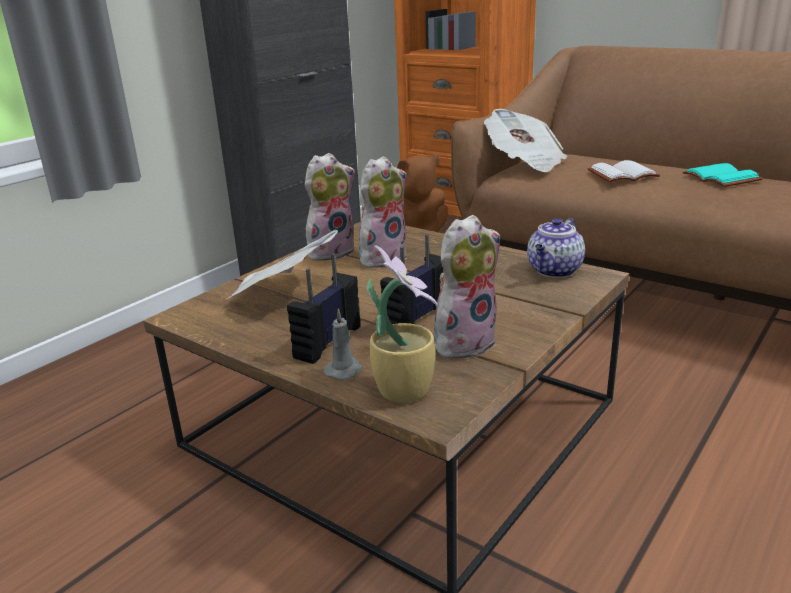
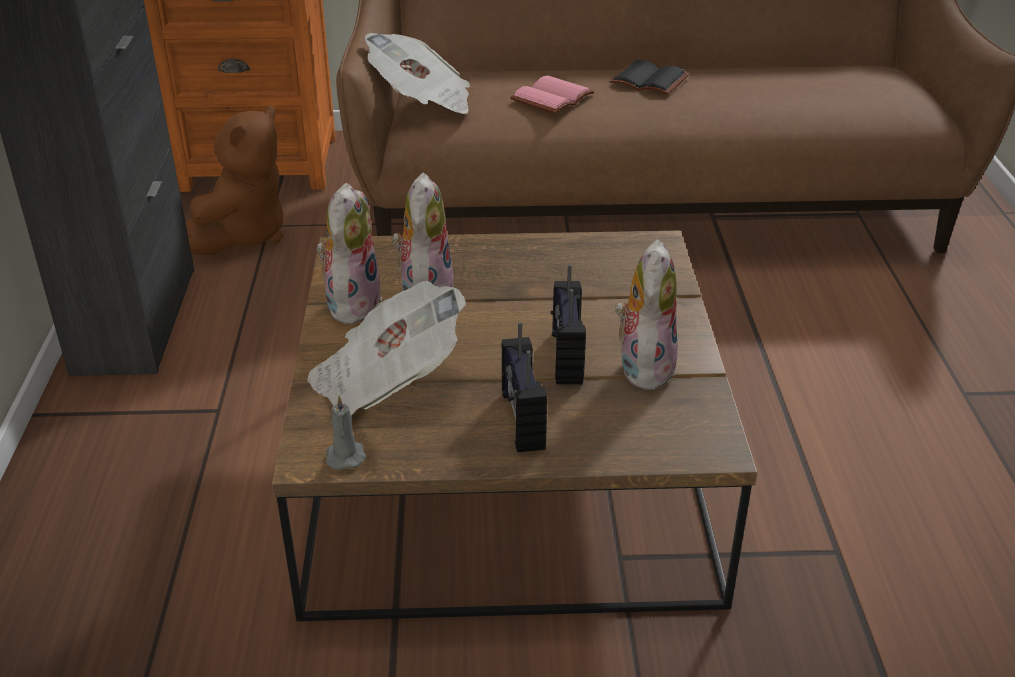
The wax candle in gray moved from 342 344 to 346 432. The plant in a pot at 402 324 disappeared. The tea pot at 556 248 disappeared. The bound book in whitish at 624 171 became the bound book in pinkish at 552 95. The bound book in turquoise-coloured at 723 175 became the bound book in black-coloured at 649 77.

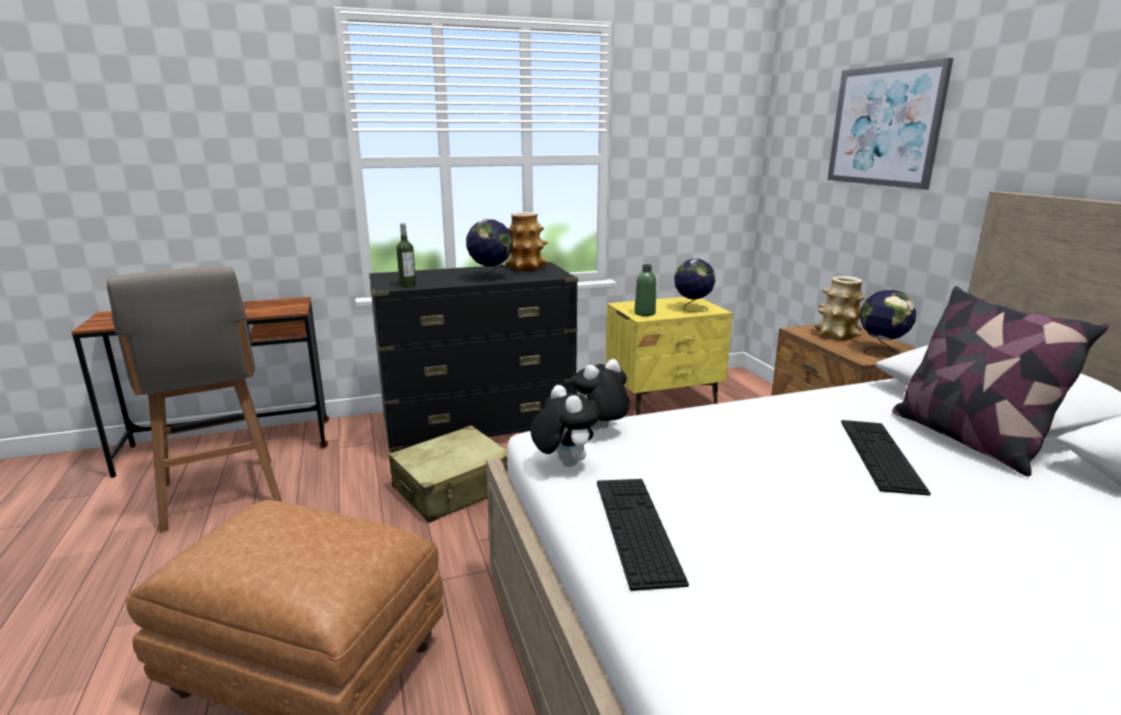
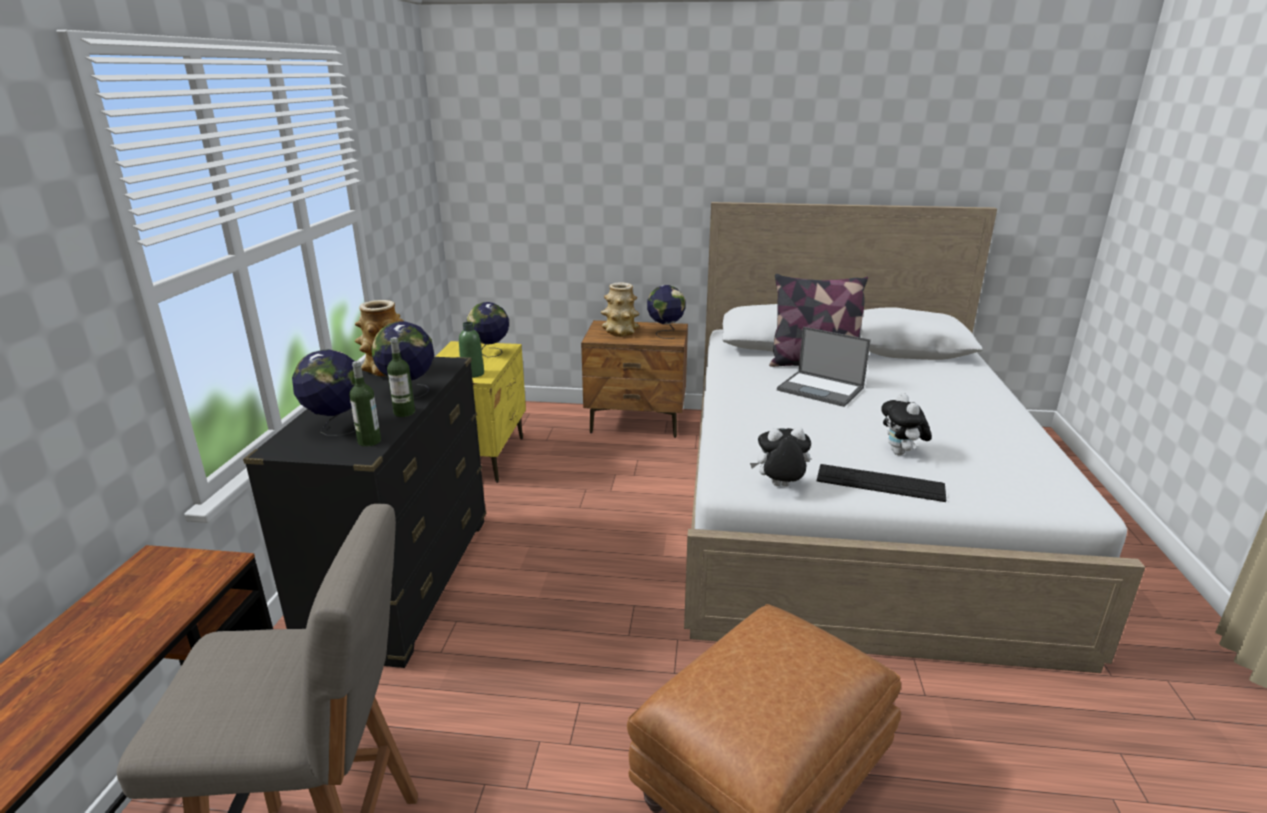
The travel case in beige at 448 474 disappeared. The cuddly toy moved from 600 394 to 906 424. The wall picture at 890 124 disappeared. The keyboard at 886 458 was replaced by the portable computer at 824 367. The world globe at 323 392 appeared. The beverage bottle at 401 377 appeared.

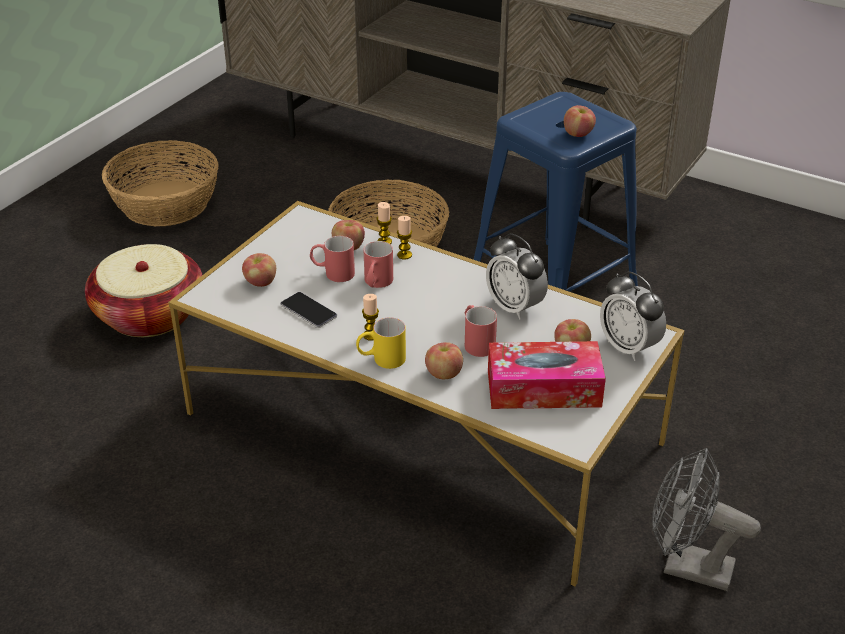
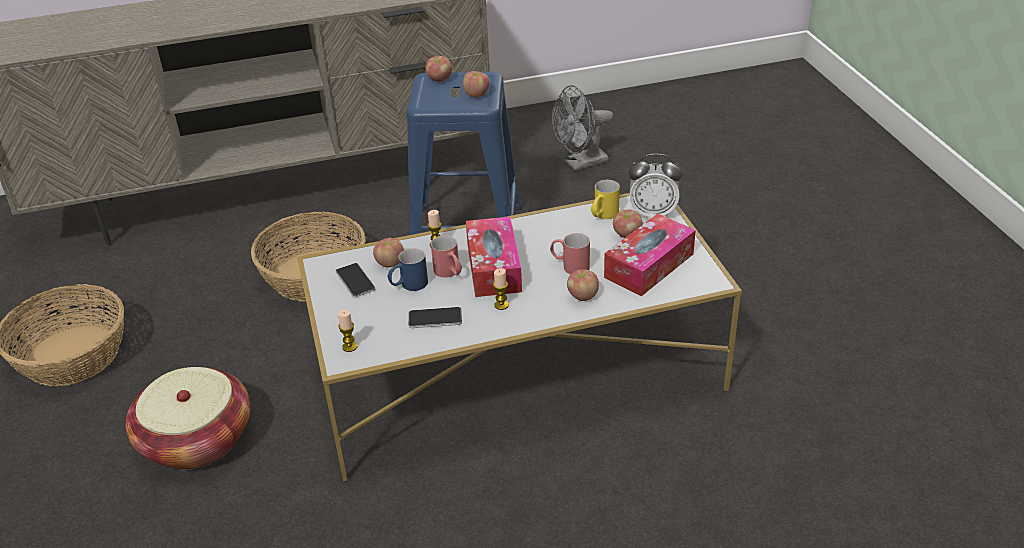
The apple moved from 259 270 to 438 69. The mug in red-coloured at 332 259 became the mug in blue at 408 269. The mug in yellow-coloured moved from 381 343 to 605 199. The wax candle moved from 384 223 to 348 331. The alarm clock at 517 276 disappeared. The electric fan in gray moved from 706 519 to 582 128. The phone at 355 280 appeared. The tissue box at 494 256 appeared.

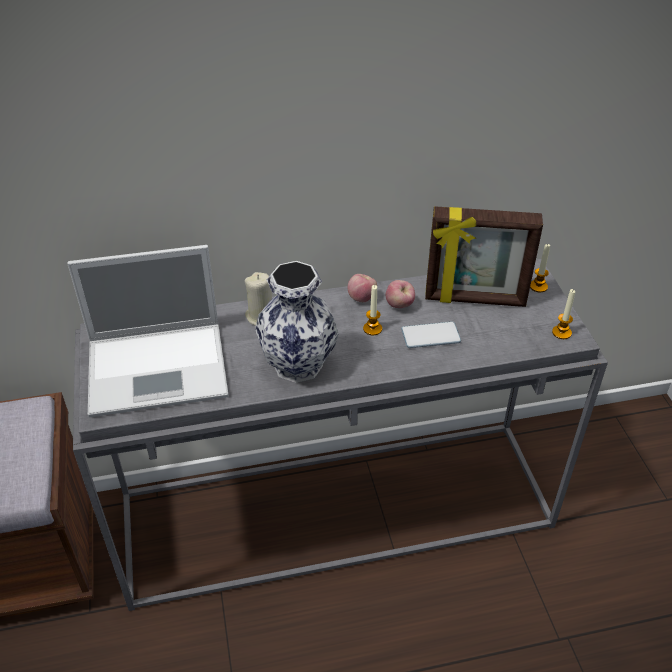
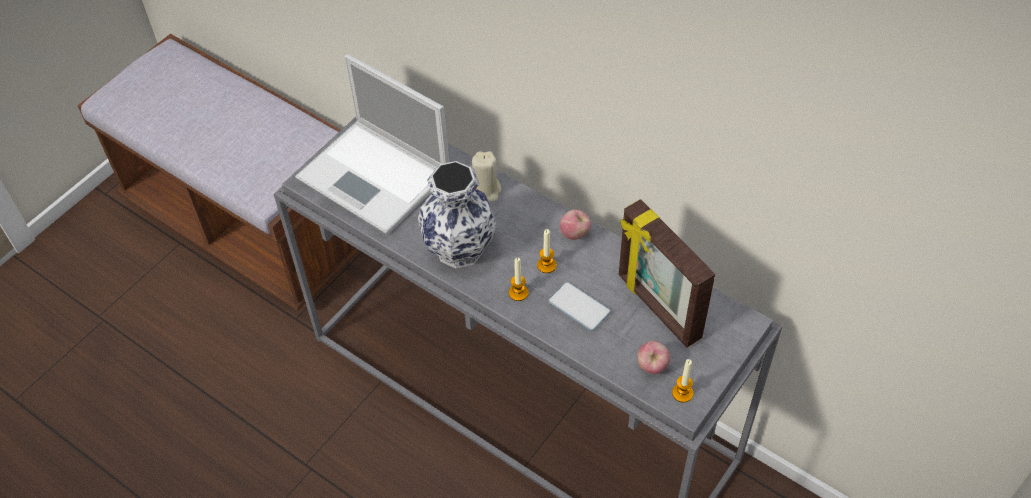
The apple moved from 400 294 to 653 357. The wax candle moved from 540 268 to 518 279.

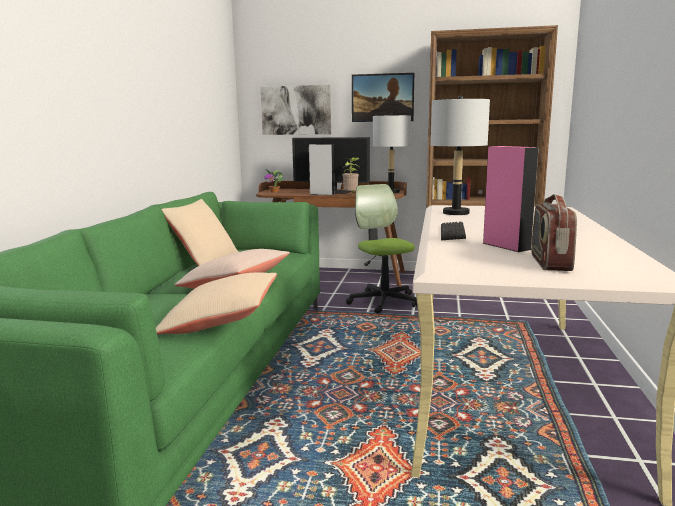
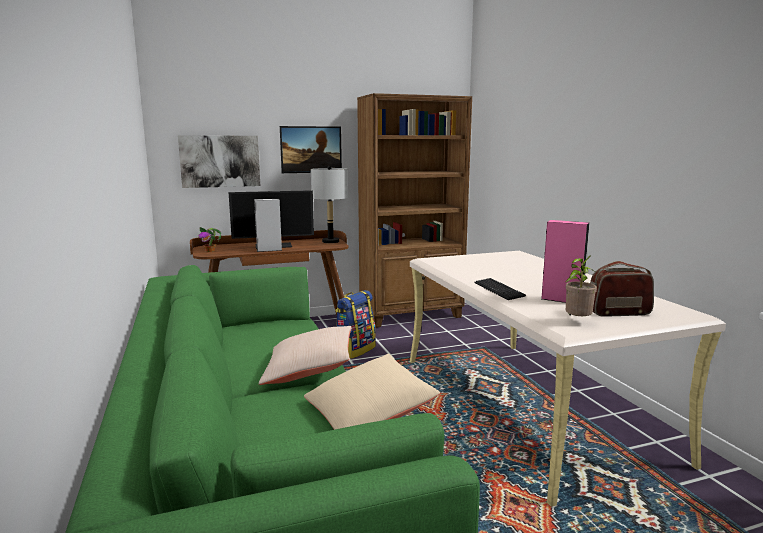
The cushion in beige at 200 232 disappeared. The plant in a pot moved from 350 175 to 581 285. The computer chair at 381 248 was replaced by the backpack at 355 324. The tabletop lamp in gray at 460 155 disappeared. The radio at 554 232 turned 105 degrees clockwise.

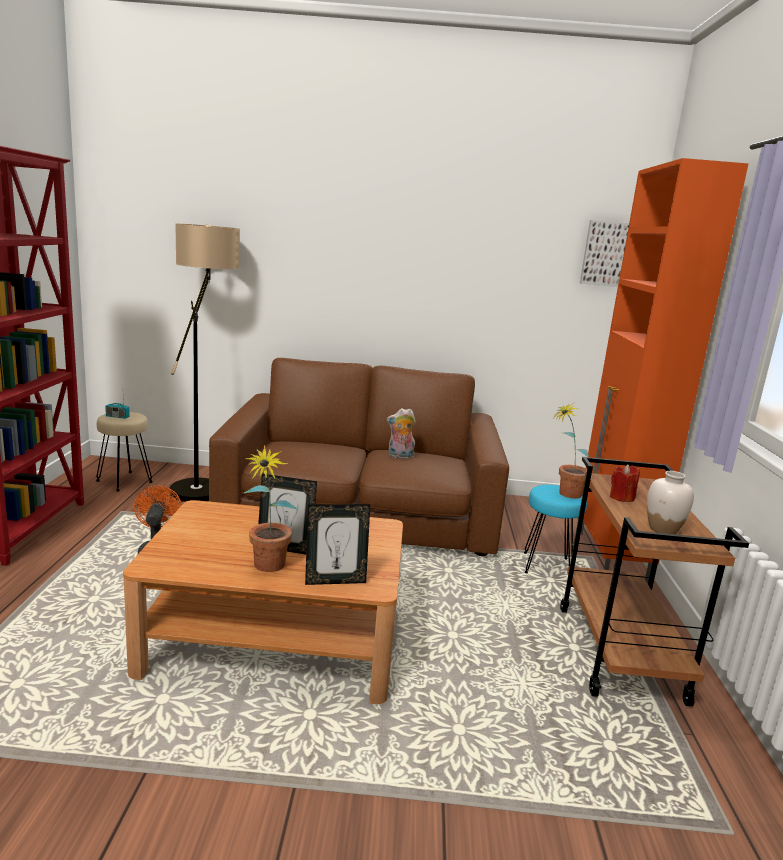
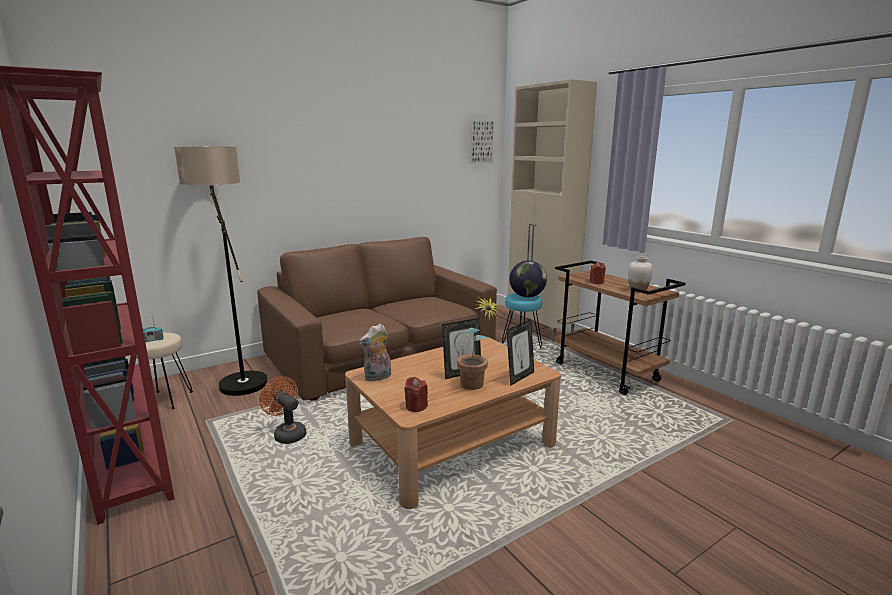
The cuddly toy moved from 401 433 to 375 352. The plant in a pot at 570 451 was replaced by the world globe at 528 279. The storage cabinet in orange at 664 371 became the storage cabinet in beige at 552 210. The wax candle in red-coloured at 416 394 appeared.

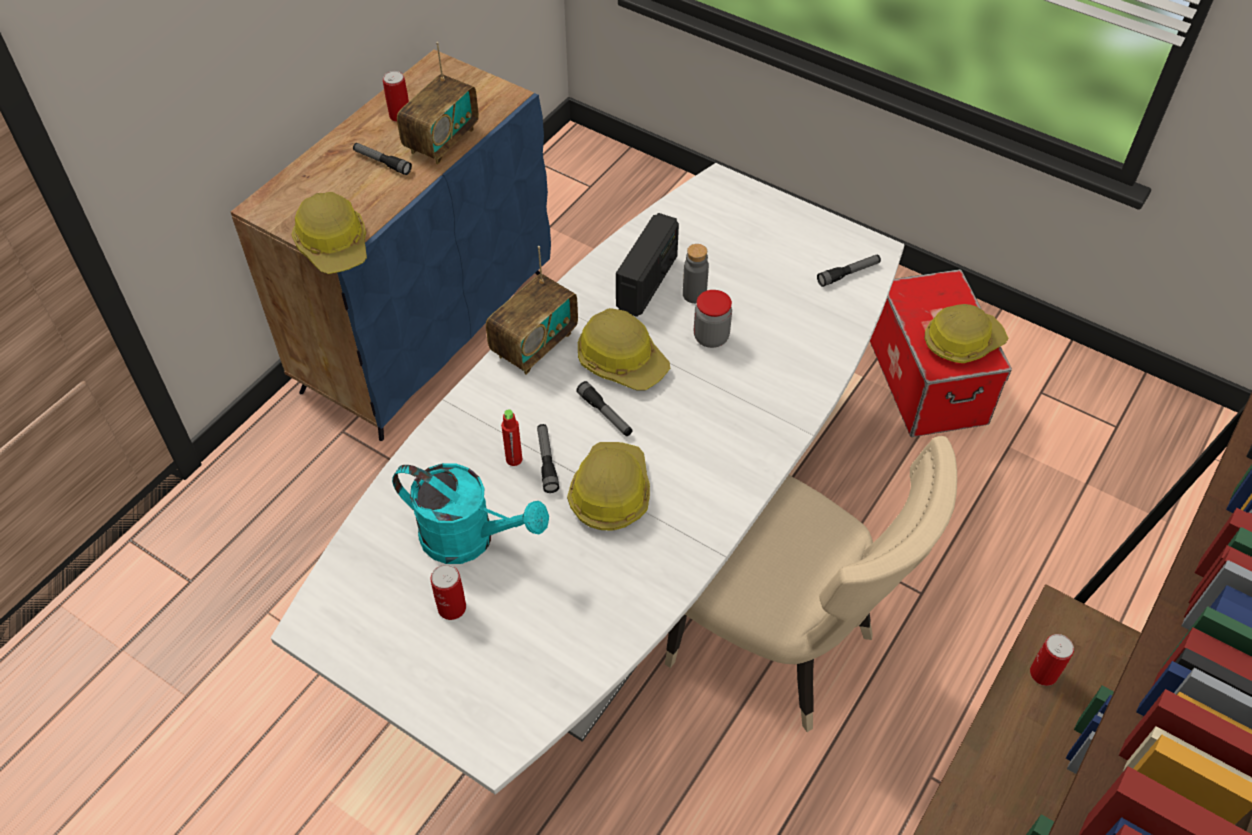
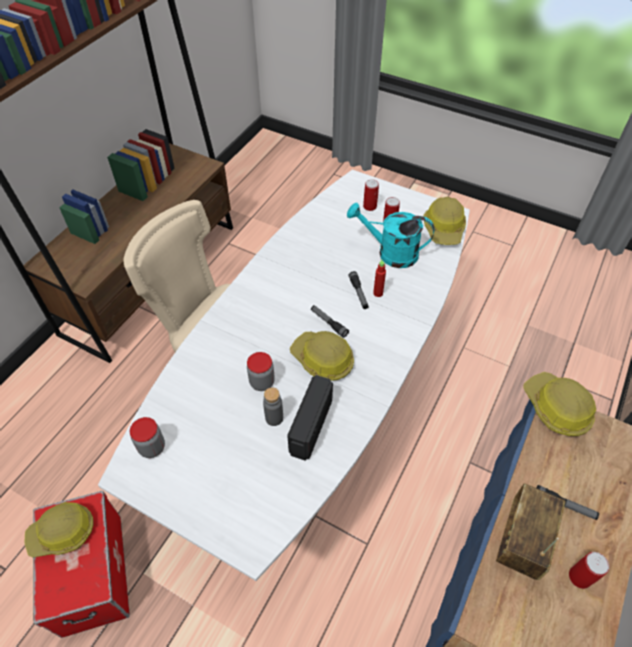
The radio at 532 310 disappeared. The hard hat moved from 608 486 to 445 221. The torch at 849 270 was replaced by the storage jar at 147 437. The metal can moved from 1052 660 to 371 195.

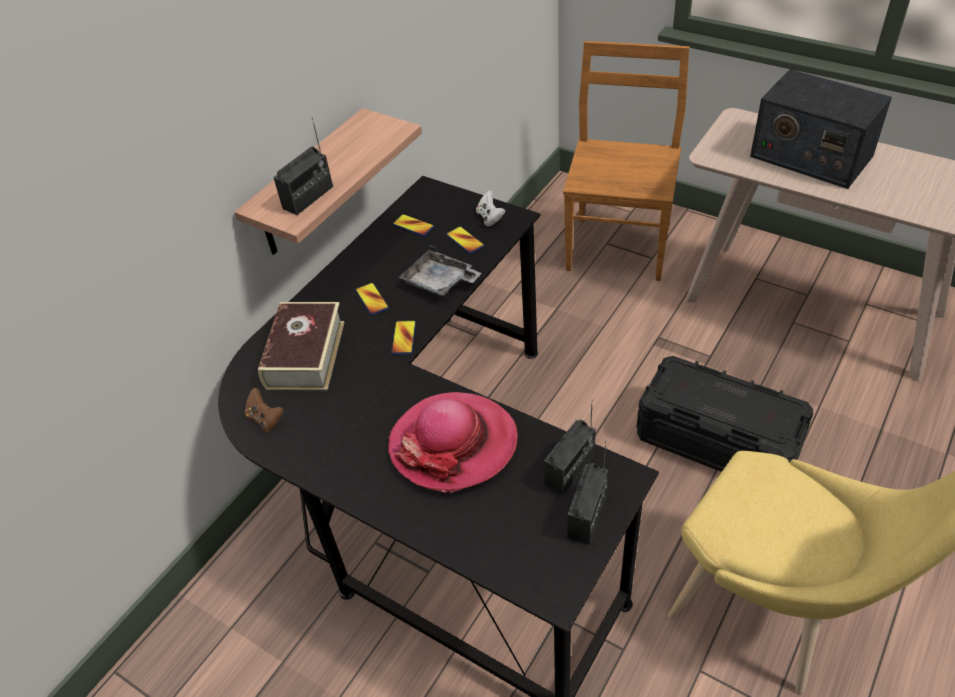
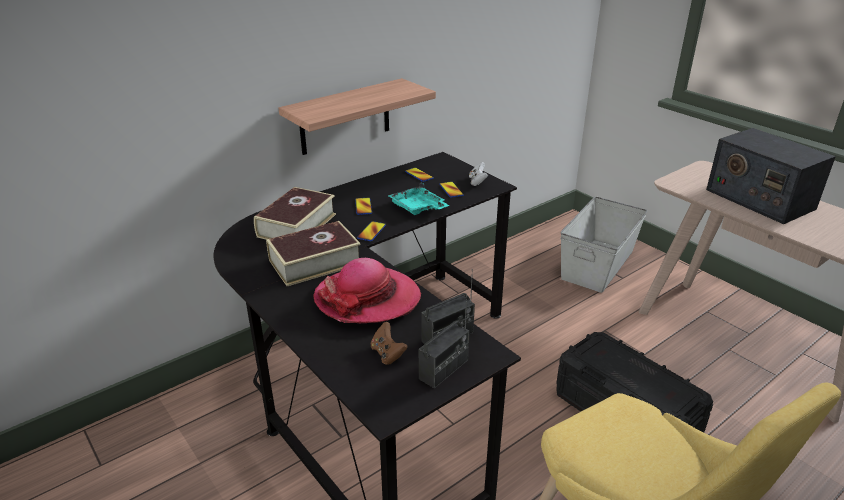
The gamepad in brownish moved from 264 410 to 389 343. The radio at 303 166 disappeared. The tray in gray at 440 271 became the tray in turquoise-coloured at 418 198. The chair in brownish at 626 161 was replaced by the storage container in gray at 603 245. The bound book at 313 253 appeared.

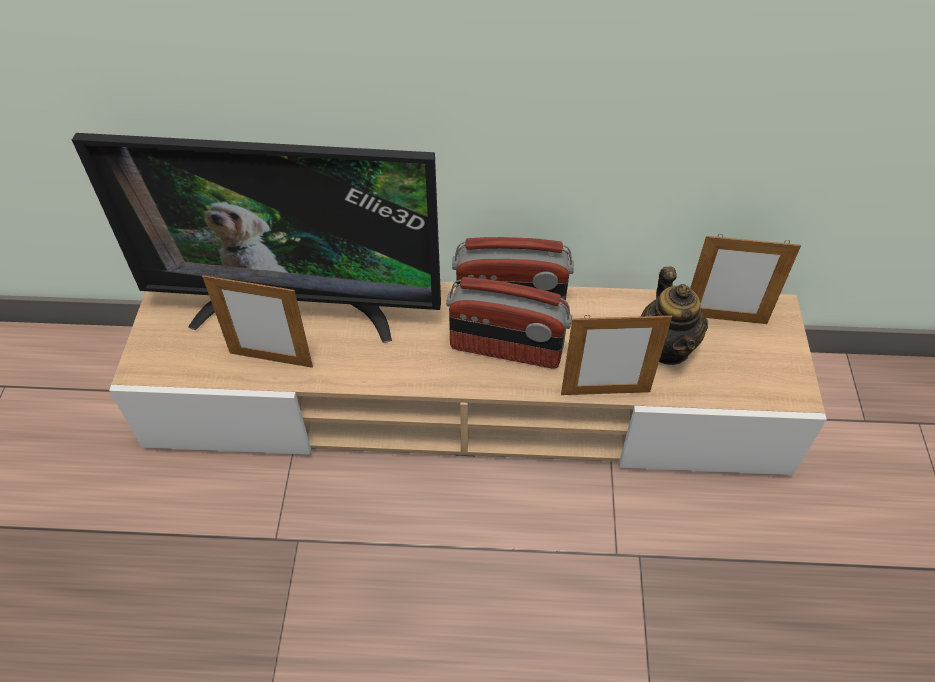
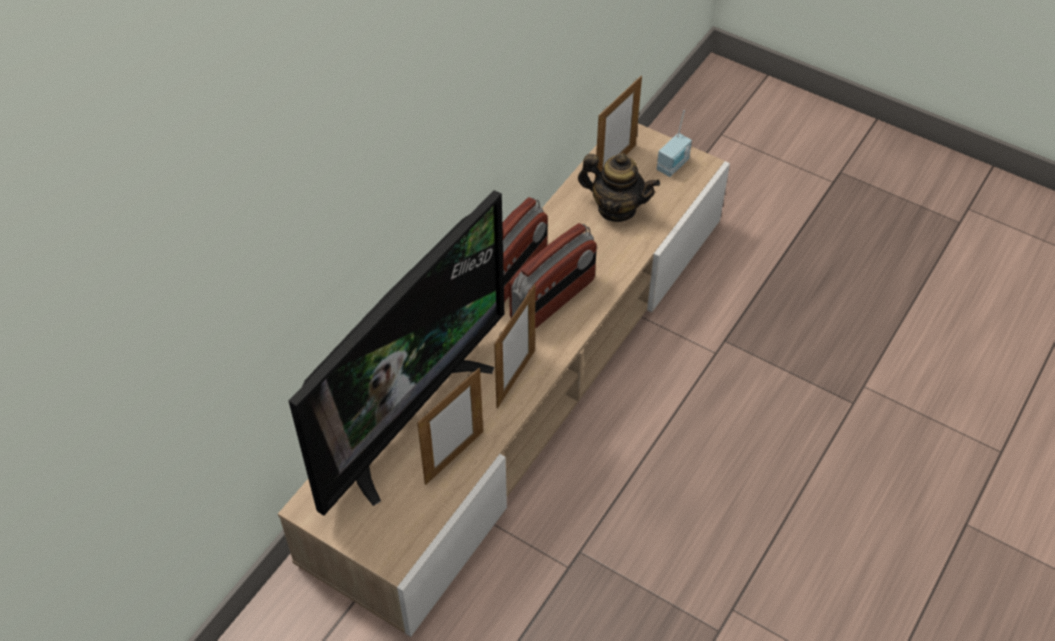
The picture frame moved from 616 354 to 515 346. The radio at 674 143 appeared.

